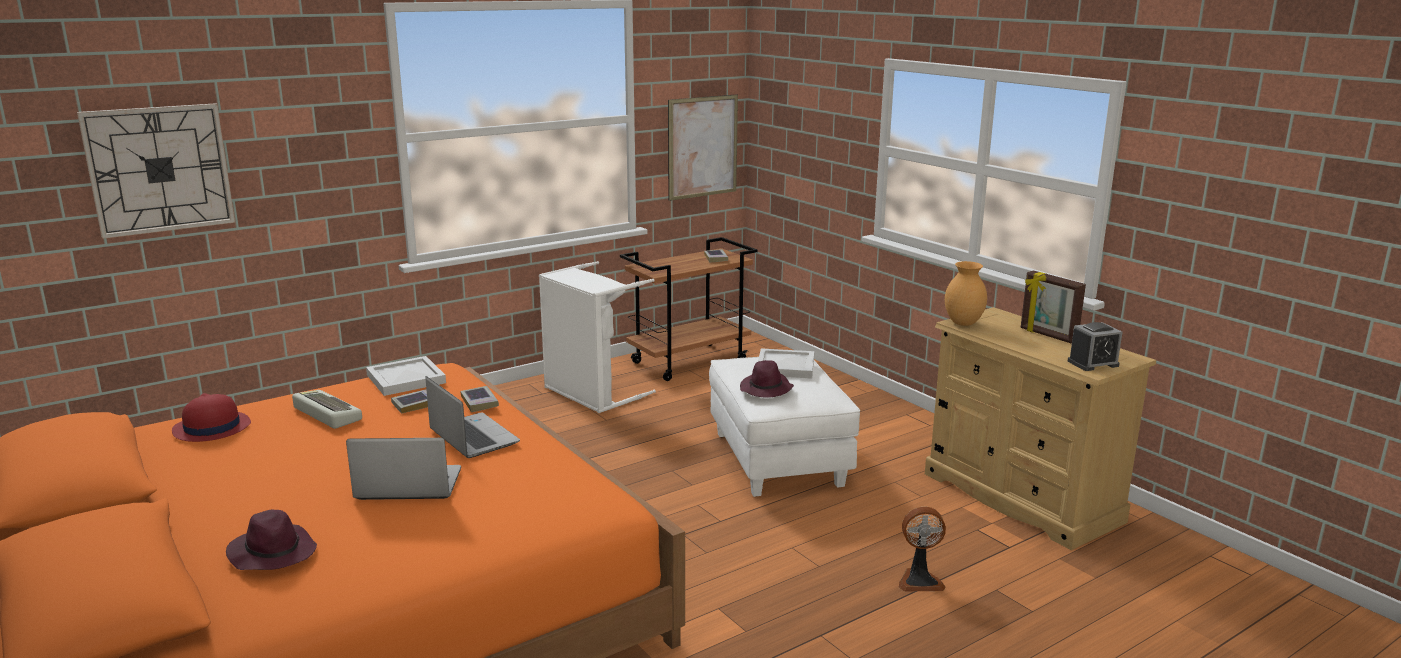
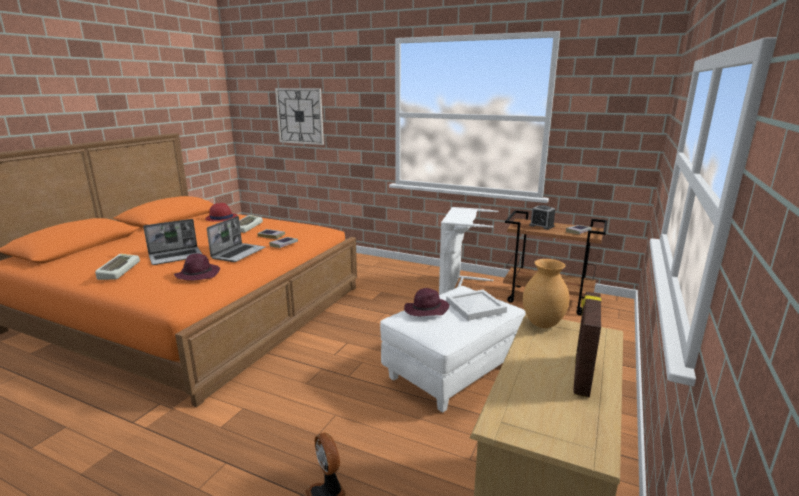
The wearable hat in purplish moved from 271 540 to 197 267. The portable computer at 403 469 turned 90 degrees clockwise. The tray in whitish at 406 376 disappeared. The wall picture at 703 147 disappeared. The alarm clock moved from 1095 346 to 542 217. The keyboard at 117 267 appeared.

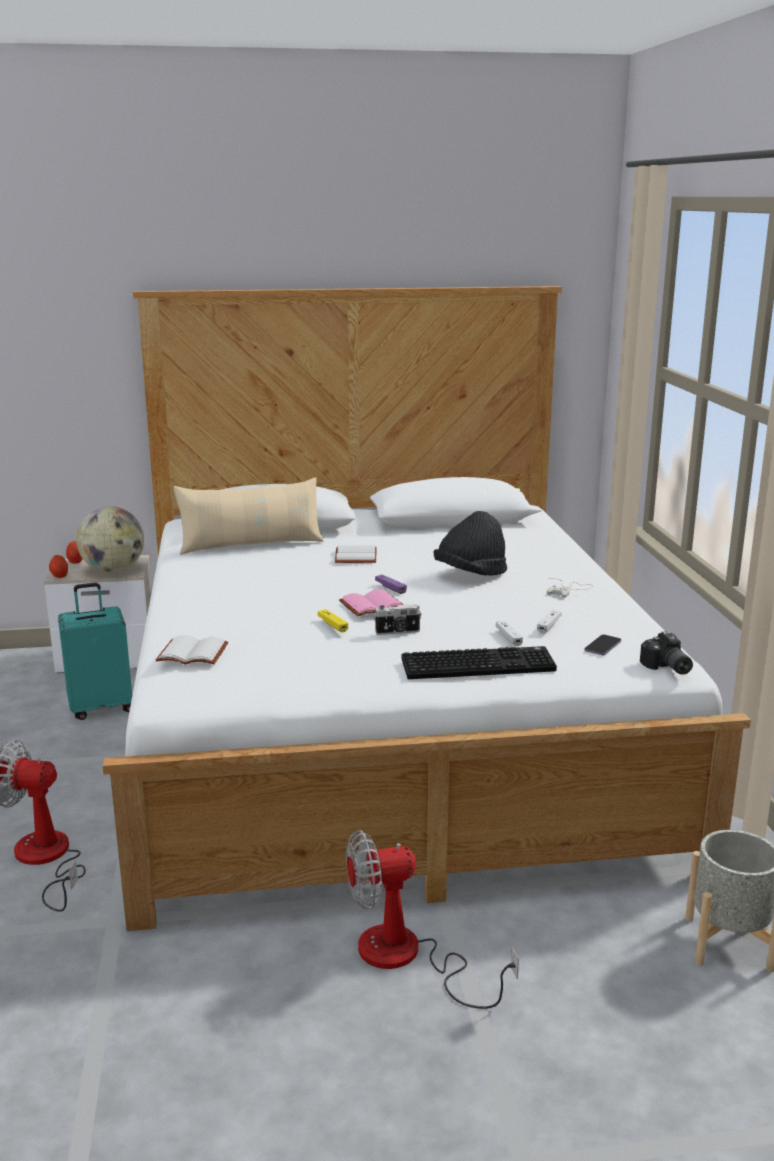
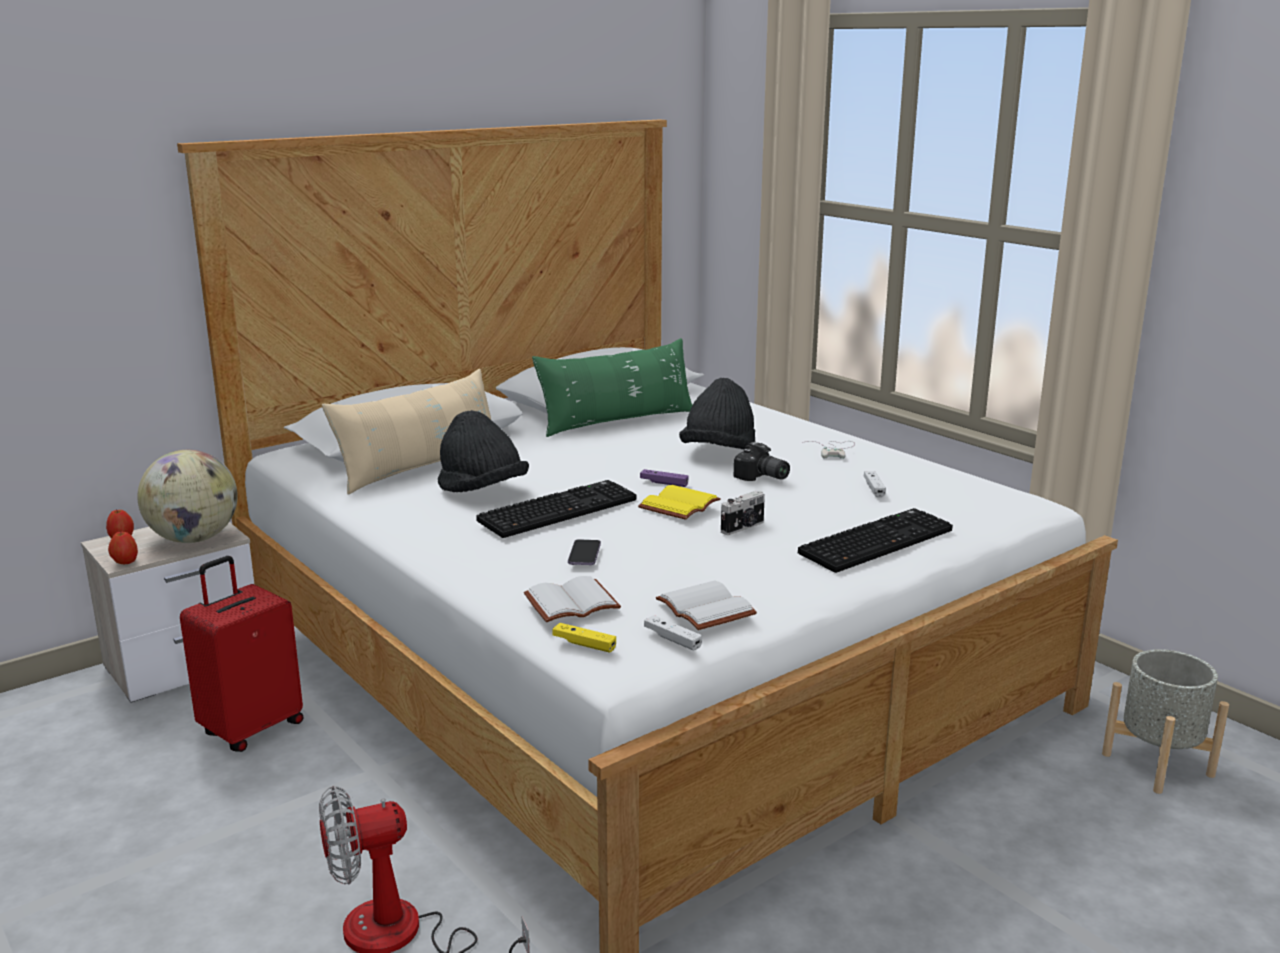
The travel case in turquoise-coloured at 95 651 became the travel case in red-coloured at 242 654. The gamepad in yellow-coloured moved from 333 620 to 584 638. The bound book in whitish moved from 356 554 to 706 605. The bound book in pinkish at 371 602 became the bound book in yellow-coloured at 679 502. The electric fan at 432 919 disappeared. The gamepad in whitish moved from 509 633 to 673 632. The phone moved from 602 645 to 584 552. The still camera moved from 666 653 to 762 461. The wearable hat in black-coloured at 483 451 appeared. The keyboard at 556 509 appeared. The cushion in greenish at 612 387 appeared.

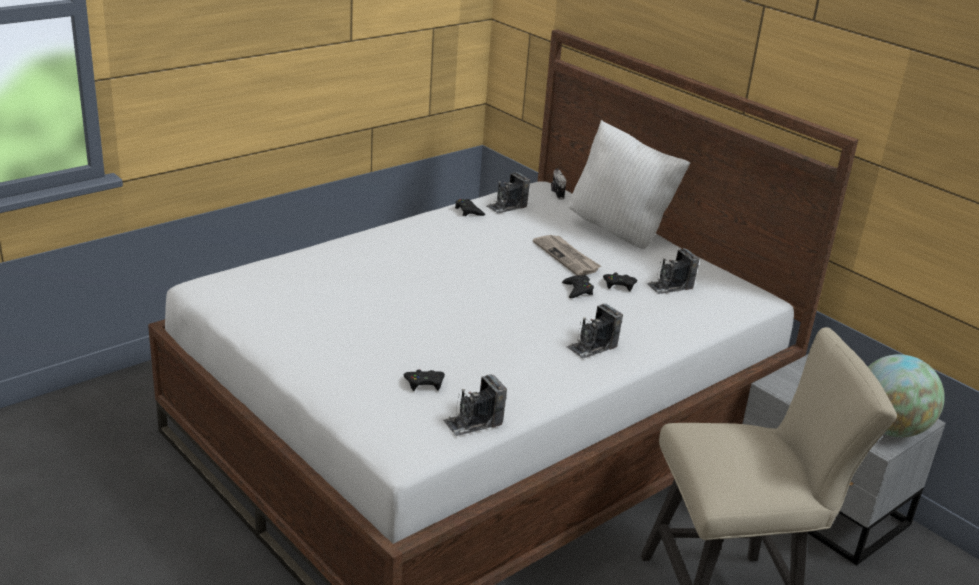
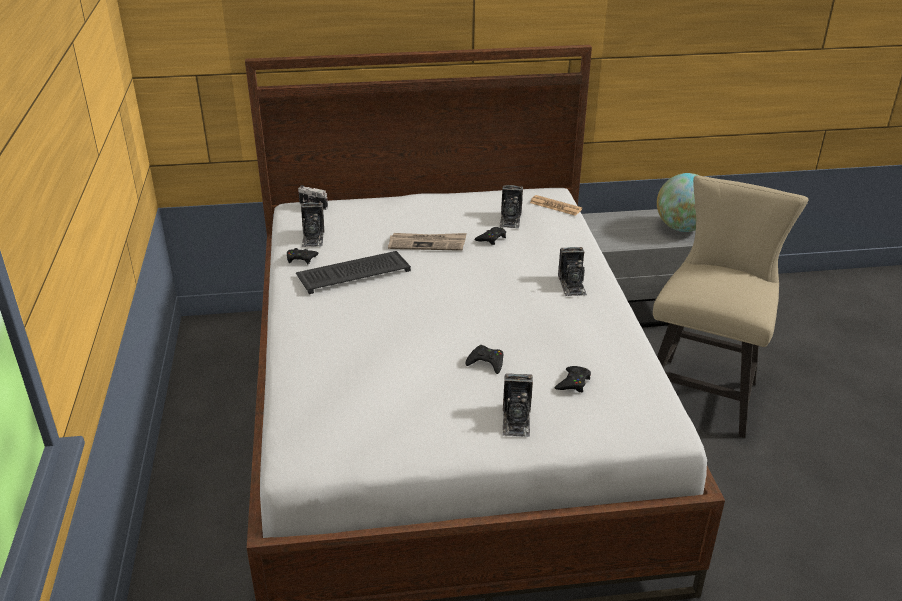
The still camera moved from 474 405 to 517 405. The gamepad in black-coloured moved from 578 286 to 484 359. The cushion in whitish at 629 184 disappeared. The keyboard at 353 272 appeared. The printed paper at 556 205 appeared.

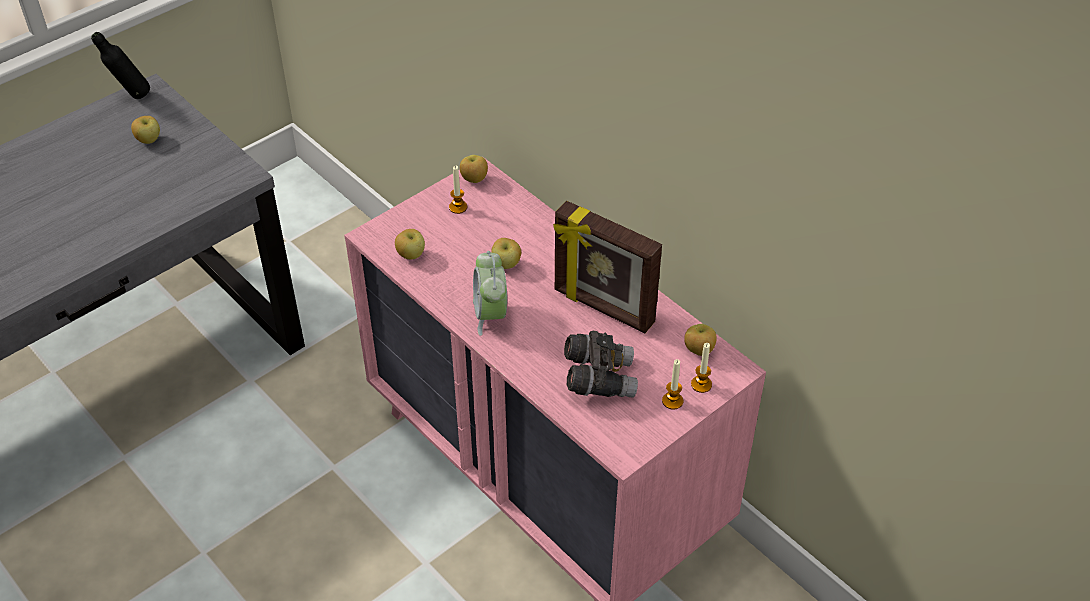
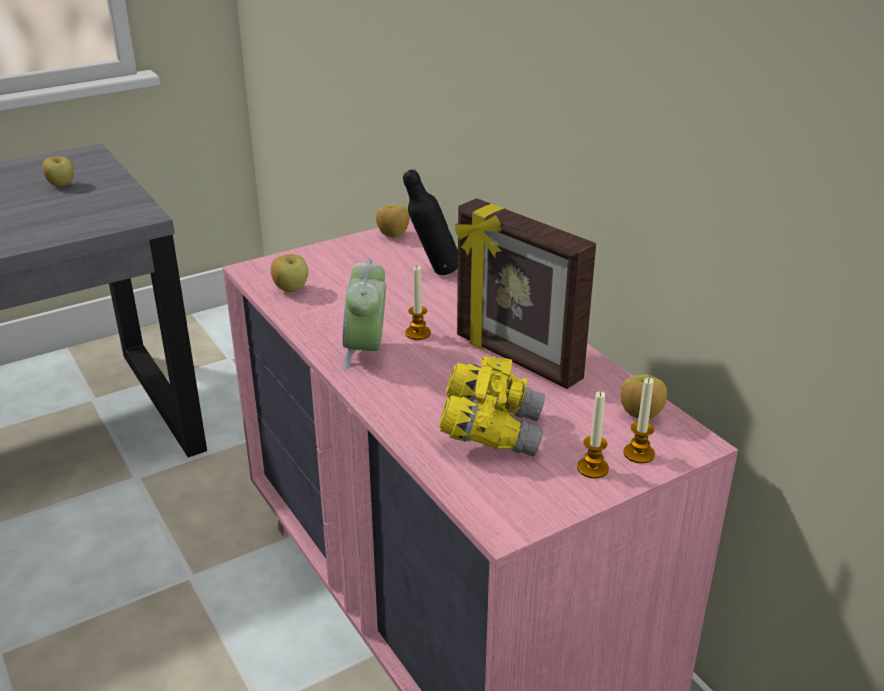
The beverage bottle in black-coloured moved from 120 65 to 430 222. The wax candle moved from 458 190 to 418 303. The apple at 506 253 disappeared. The field glasses in gray at 601 364 became the field glasses in yellow-coloured at 492 406.

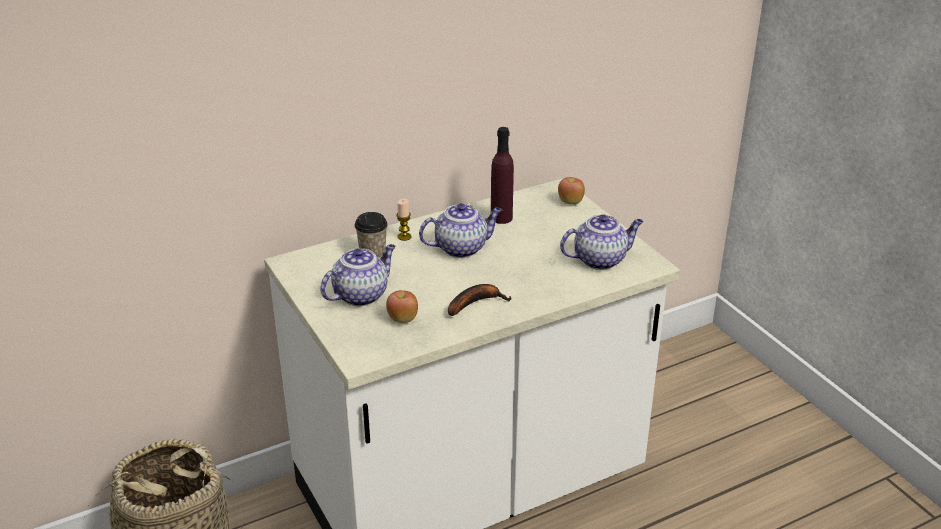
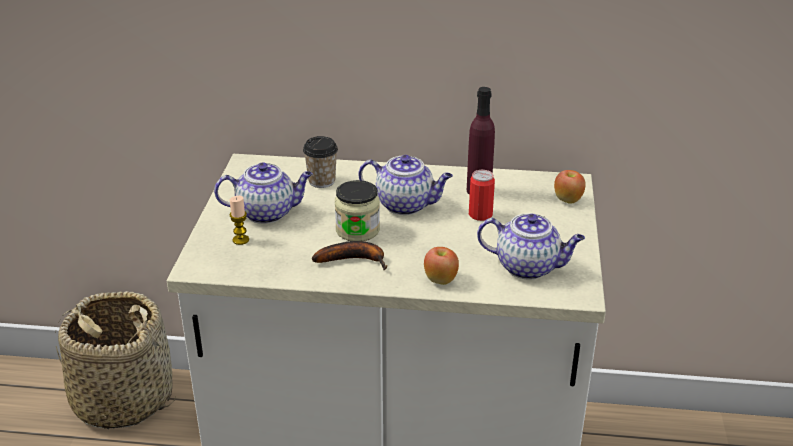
The apple moved from 402 306 to 441 266. The wax candle moved from 403 220 to 239 220. The storage jar at 357 210 appeared. The metal can at 482 195 appeared.

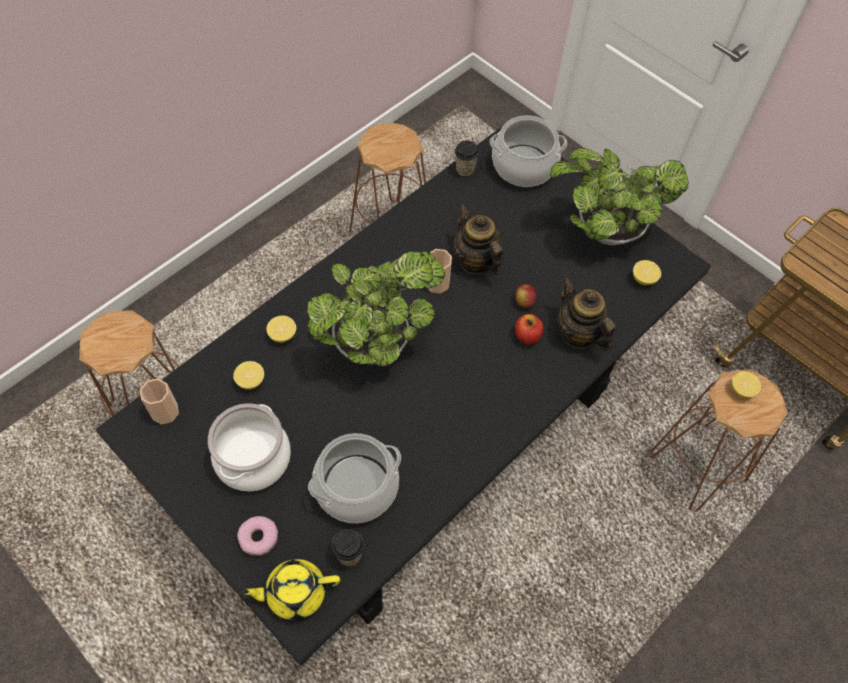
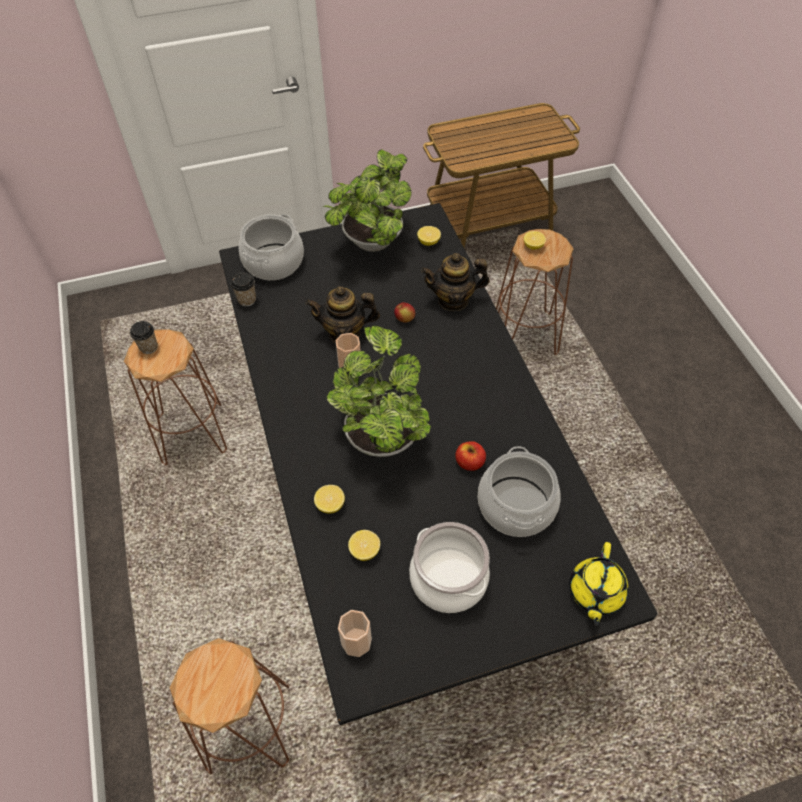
The doughnut at 257 536 disappeared. The small cup moved from 348 547 to 144 337. The apple moved from 529 329 to 470 456.

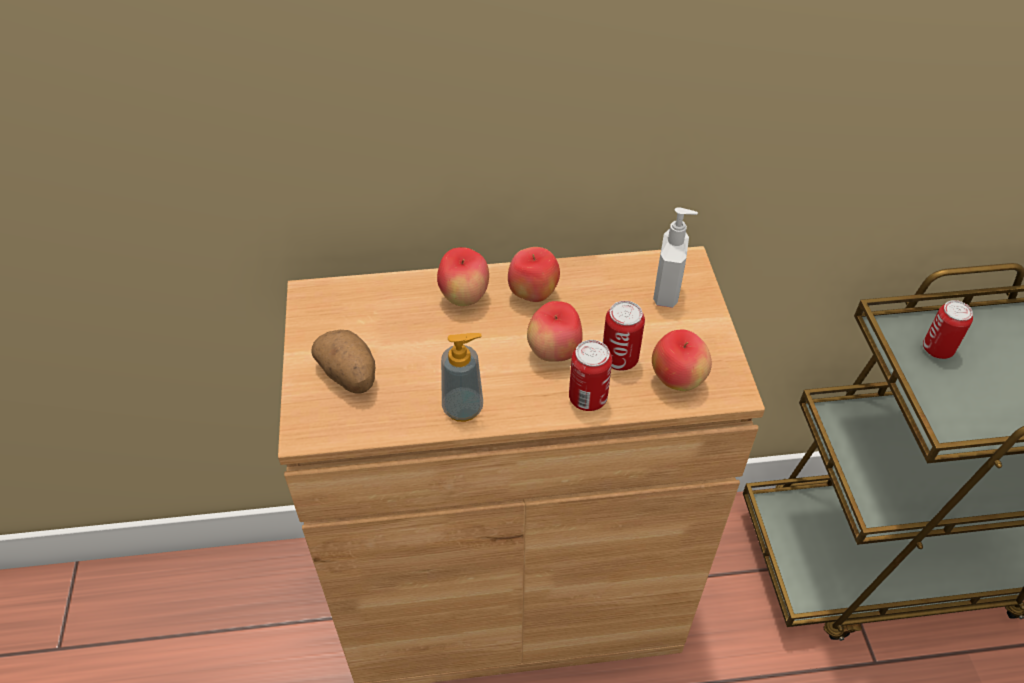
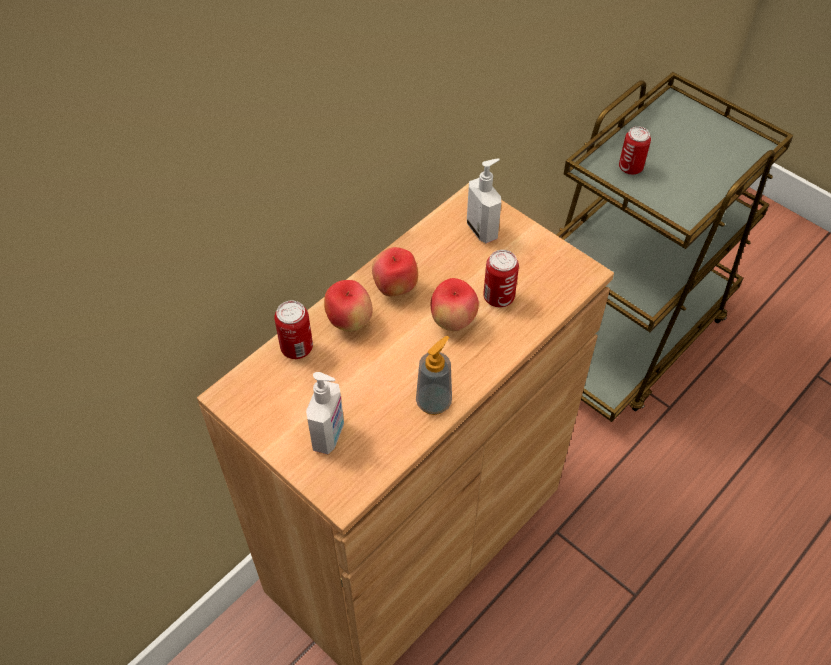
The whole potato at 343 362 was replaced by the soap dispenser at 325 413. The metal can moved from 590 375 to 293 330. The apple at 682 360 disappeared.

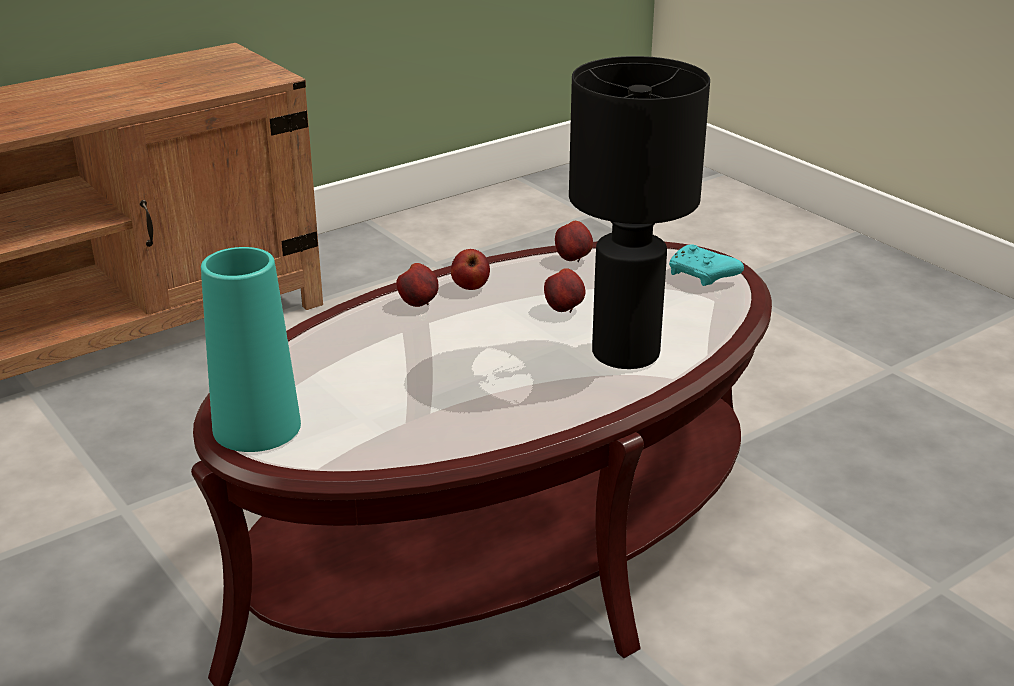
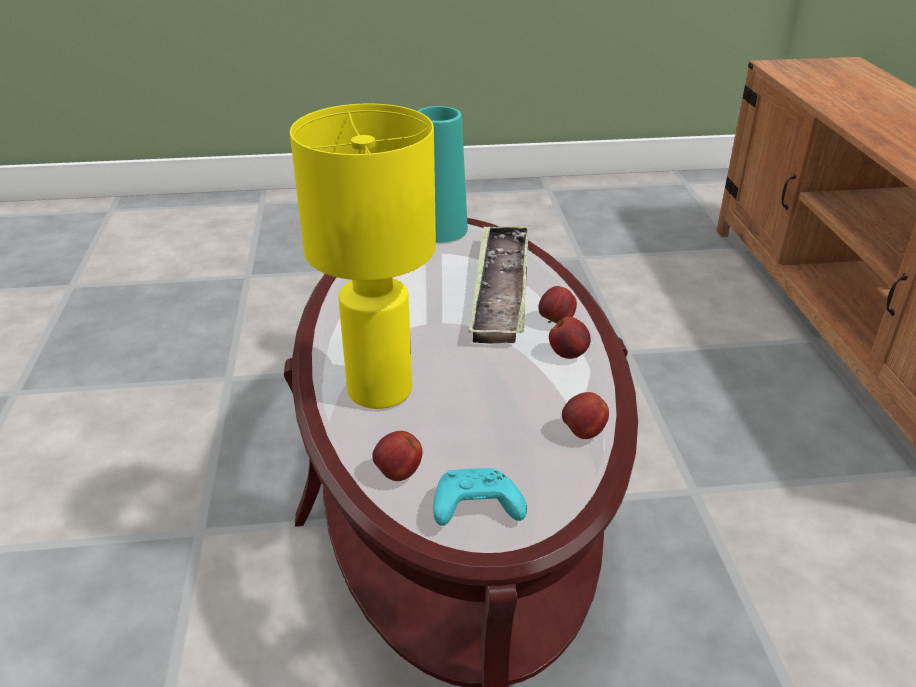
The apple moved from 565 290 to 397 456. The tabletop lamp in black-coloured at 639 212 became the tabletop lamp in yellow-coloured at 363 256. The tray at 499 284 appeared.

